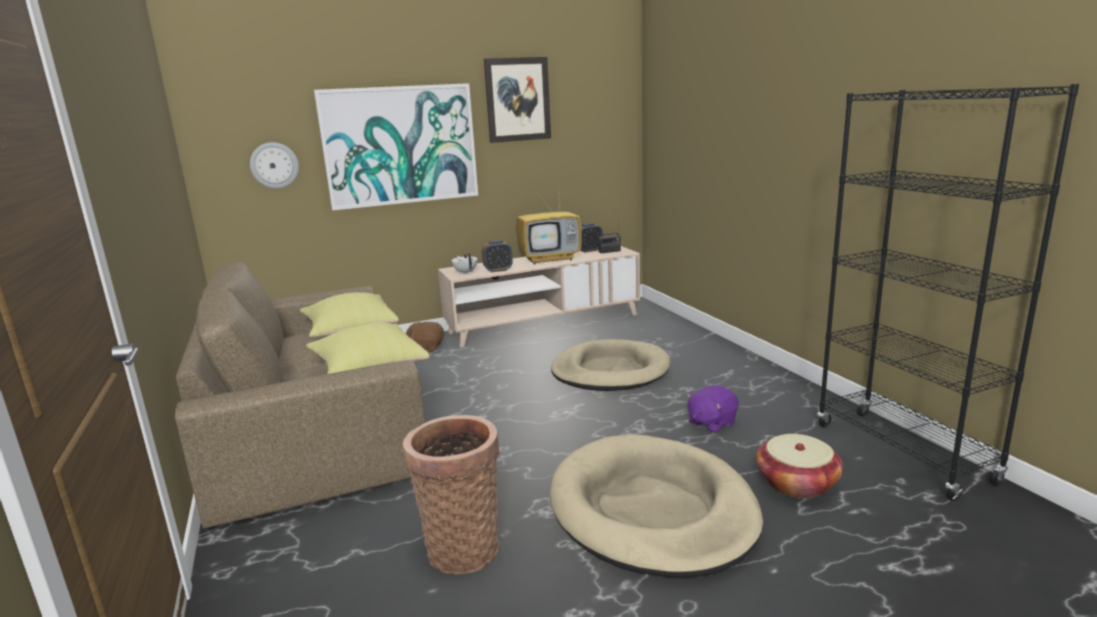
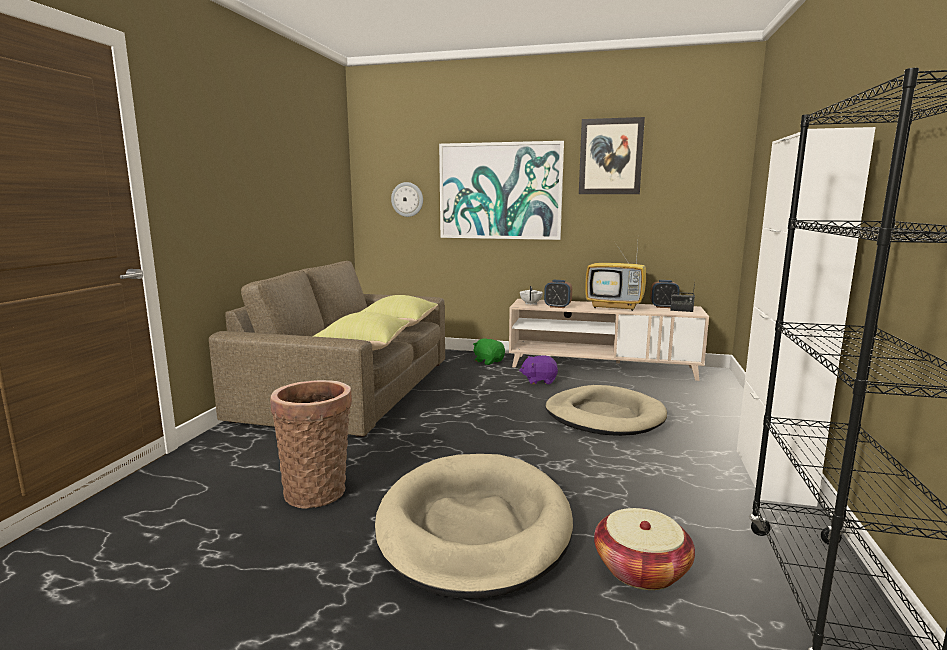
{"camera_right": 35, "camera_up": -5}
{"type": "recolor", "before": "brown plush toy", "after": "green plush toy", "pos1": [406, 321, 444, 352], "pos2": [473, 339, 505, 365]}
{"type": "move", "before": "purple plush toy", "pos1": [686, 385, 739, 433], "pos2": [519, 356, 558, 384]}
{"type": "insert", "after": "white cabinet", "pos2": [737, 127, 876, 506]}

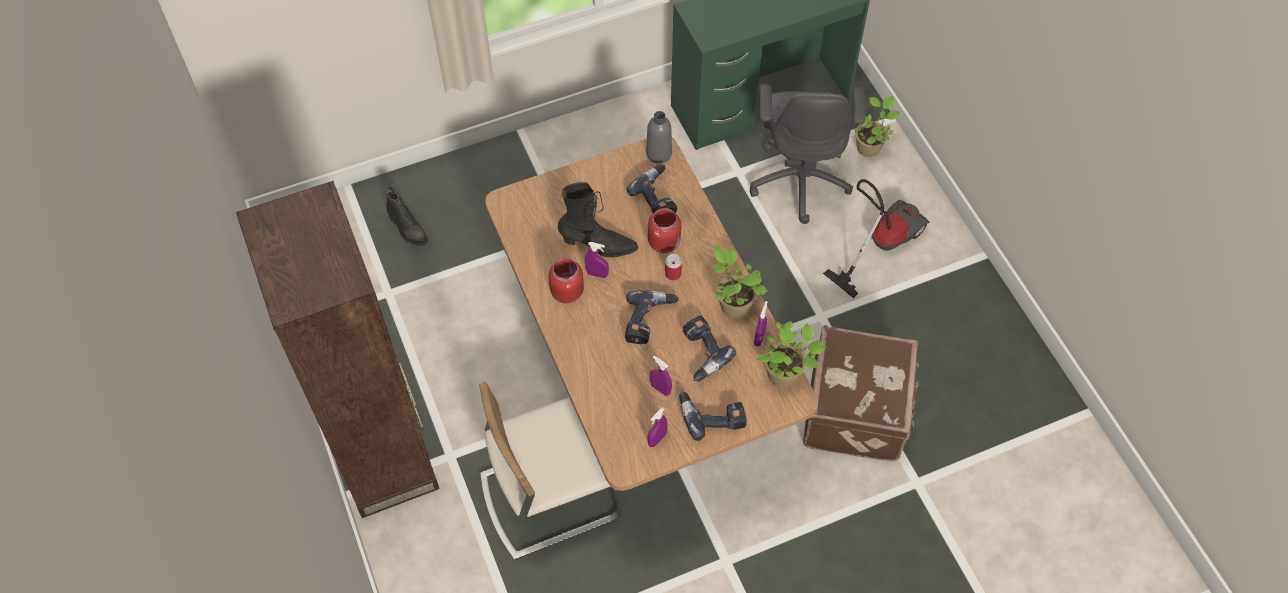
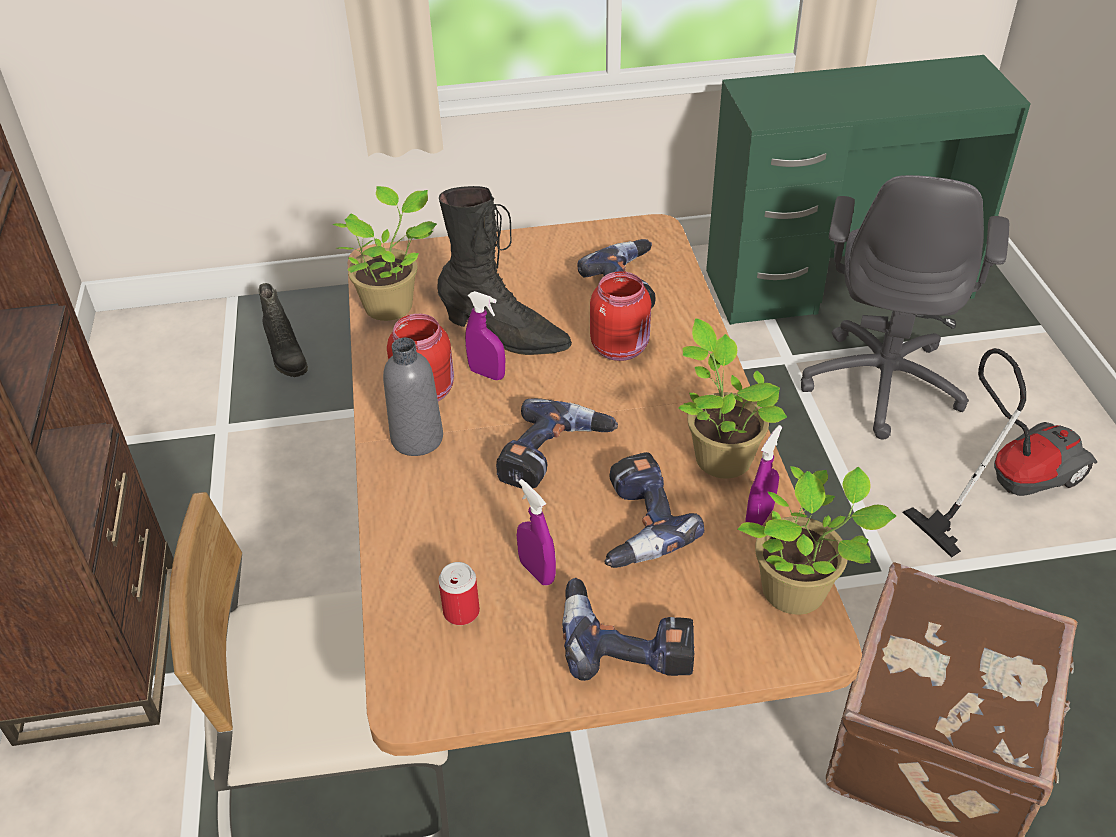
{"camera_right": 15, "camera_up": -15}
{"type": "move", "before": "potted plant", "pos1": [851, 96, 900, 157], "pos2": [333, 186, 437, 321]}
{"type": "move", "before": "grey bottle", "pos1": [646, 111, 672, 164], "pos2": [383, 338, 443, 456]}
{"type": "move", "before": "can", "pos1": [665, 254, 682, 281], "pos2": [438, 562, 480, 625]}
{"type": "delete", "before": "purple spray bottle", "pos1": [647, 408, 668, 447]}

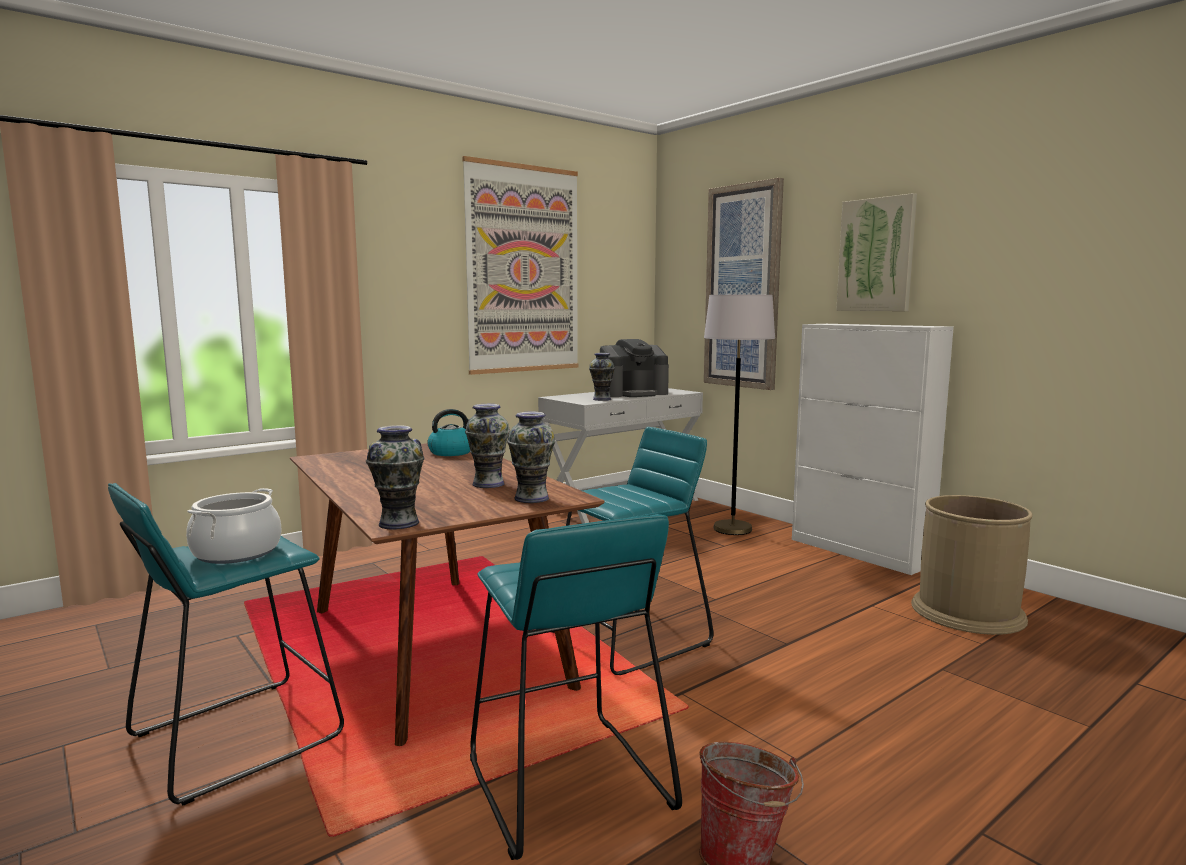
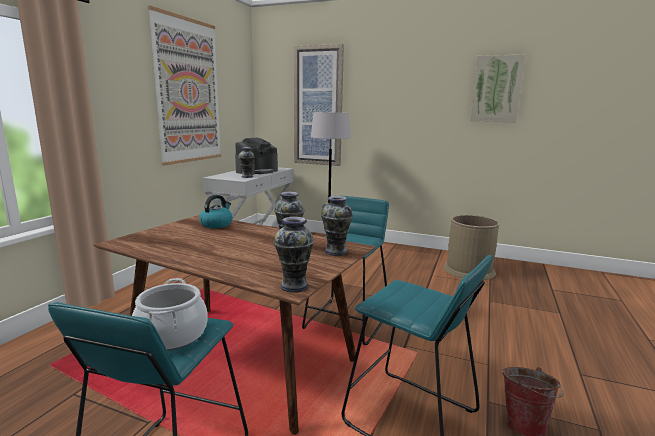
{"camera_right": -30, "camera_up": 5}
{"type": "move", "before": "picture", "pos1": [836, 193, 917, 311], "pos2": [470, 55, 525, 122]}
{"type": "delete", "before": "white cabinet", "pos1": [792, 324, 954, 575]}

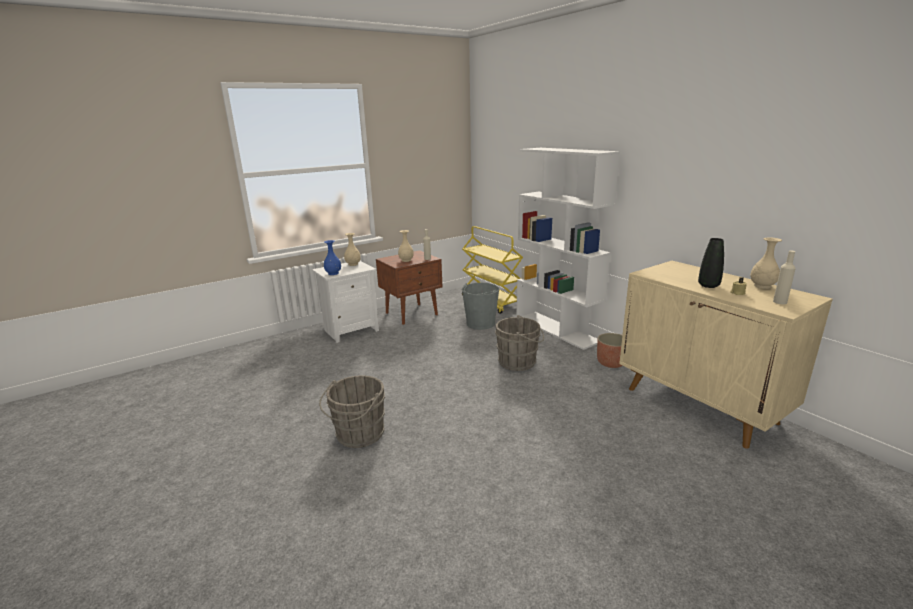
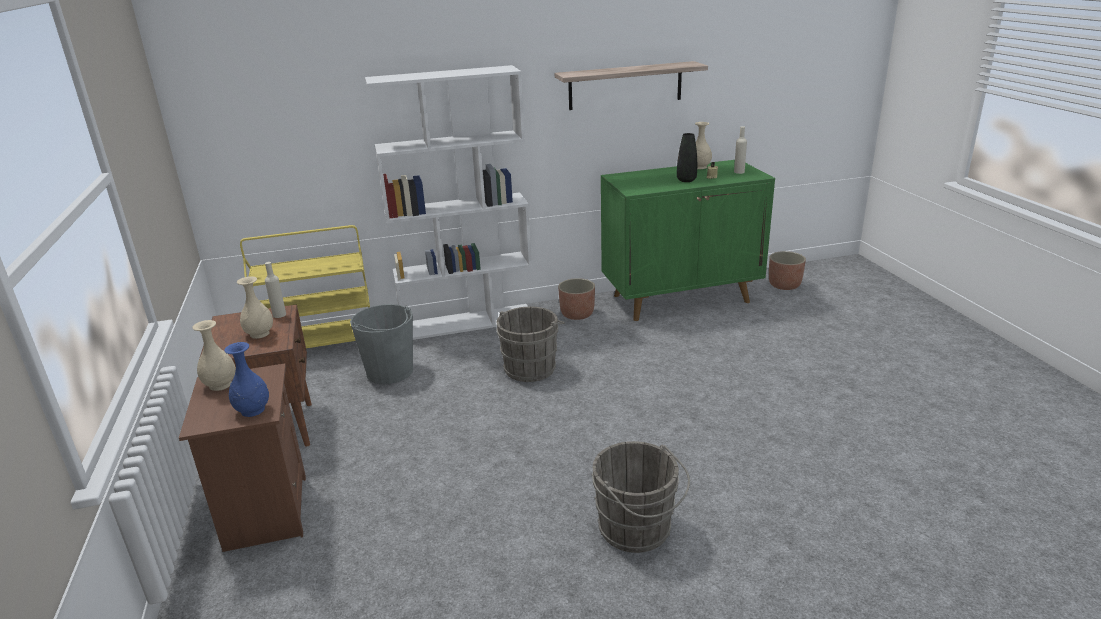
{"camera_right": -70, "camera_up": 5}
{"type": "recolor", "before": "white nightstand", "after": "brown nightstand", "pos1": [312, 261, 379, 343], "pos2": [179, 363, 306, 552]}
{"type": "insert", "after": "shelf", "pos2": [555, 61, 708, 110]}
{"type": "recolor", "before": "beige cabinet", "after": "green cabinet", "pos1": [619, 261, 833, 449], "pos2": [601, 160, 775, 321]}
{"type": "insert", "after": "planter", "pos2": [769, 251, 806, 290]}

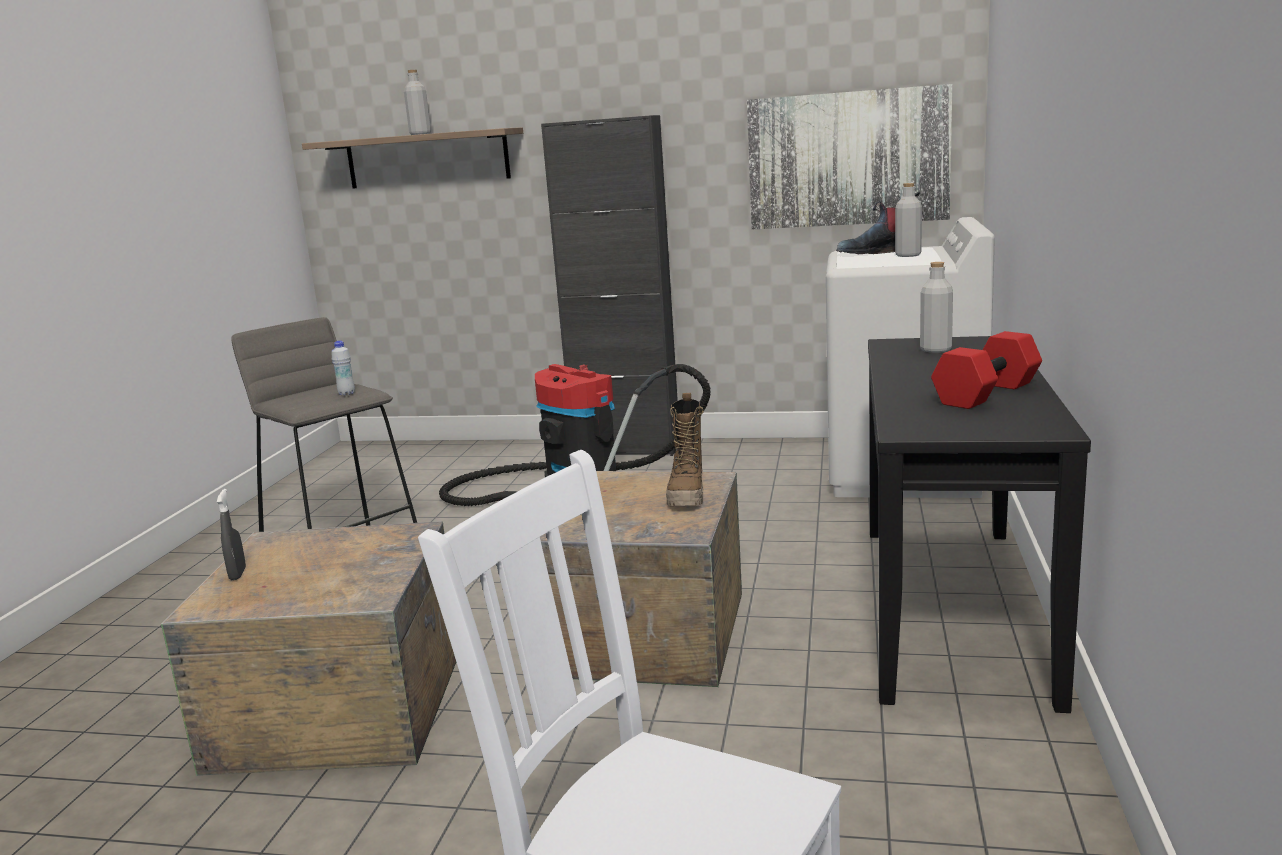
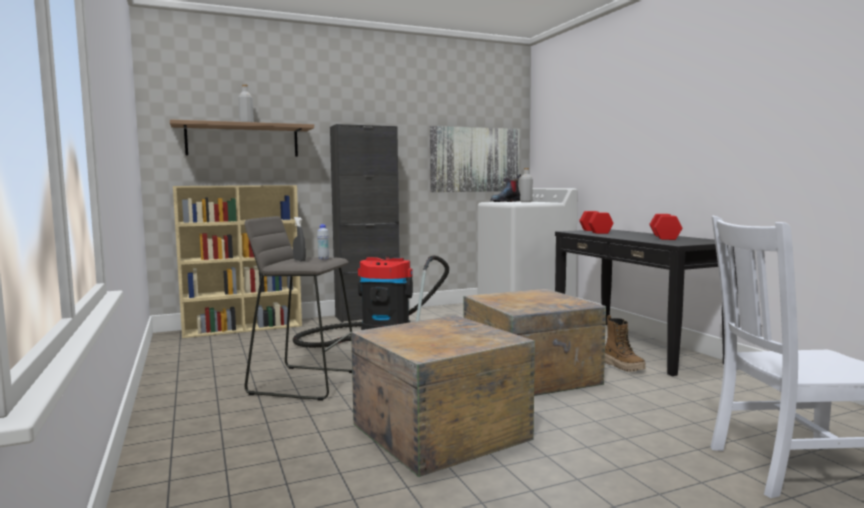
{"camera_right": -35, "camera_up": -10}
{"type": "insert", "after": "beige bookcase", "pos2": [173, 185, 302, 338]}
{"type": "move", "before": "grey spray bottle", "pos1": [217, 489, 246, 580], "pos2": [293, 217, 306, 261]}
{"type": "replace", "before": "grey bottle", "after": "red dumbbell", "pos1": [920, 262, 953, 353], "pos2": [579, 211, 614, 234]}
{"type": "move", "before": "boot", "pos1": [666, 393, 704, 506], "pos2": [605, 315, 646, 372]}

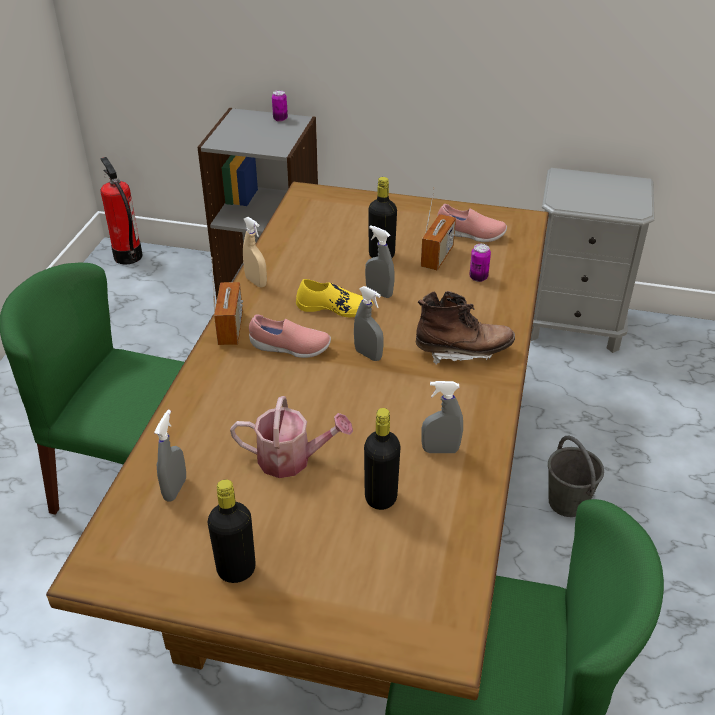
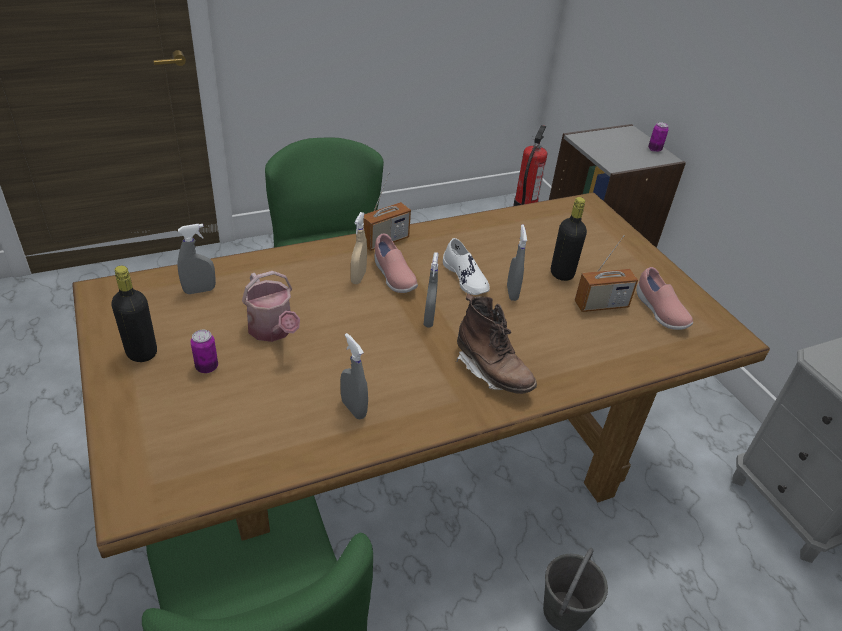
{"camera_right": 50, "camera_up": 0}
{"type": "move", "before": "can", "pos1": [469, 244, 491, 282], "pos2": [190, 330, 218, 373]}
{"type": "move", "before": "beige spray bottle", "pos1": [243, 217, 267, 288], "pos2": [351, 212, 367, 284]}
{"type": "recolor", "before": "yellow shoe", "after": "white shoe", "pos1": [296, 279, 373, 317], "pos2": [443, 238, 490, 295]}
{"type": "delete", "before": "black bottle", "pos1": [364, 408, 400, 510]}

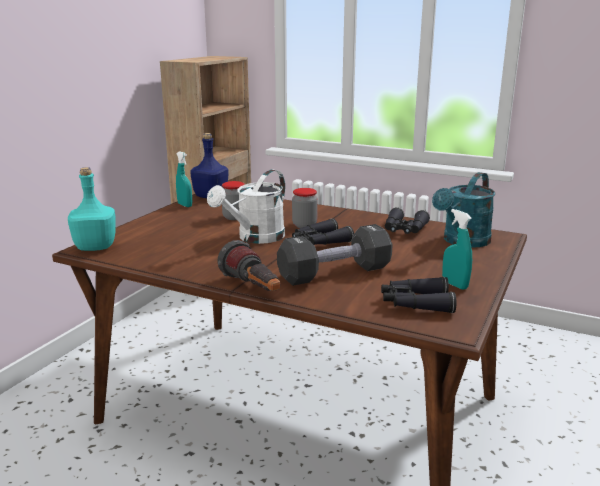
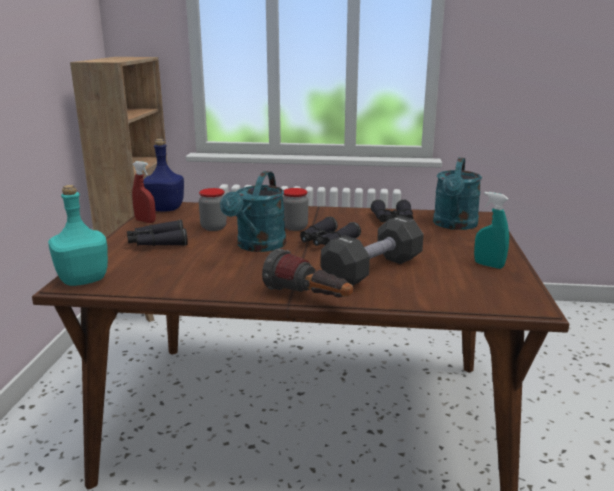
{"camera_right": -20, "camera_up": 0}
{"type": "move", "before": "black binoculars", "pos1": [381, 277, 456, 313], "pos2": [127, 220, 188, 246]}
{"type": "recolor", "before": "turquoise spray bottle", "after": "red spray bottle", "pos1": [176, 151, 192, 207], "pos2": [132, 161, 156, 223]}
{"type": "recolor", "before": "white watering can", "after": "turquoise watering can", "pos1": [207, 170, 285, 244], "pos2": [220, 171, 286, 252]}

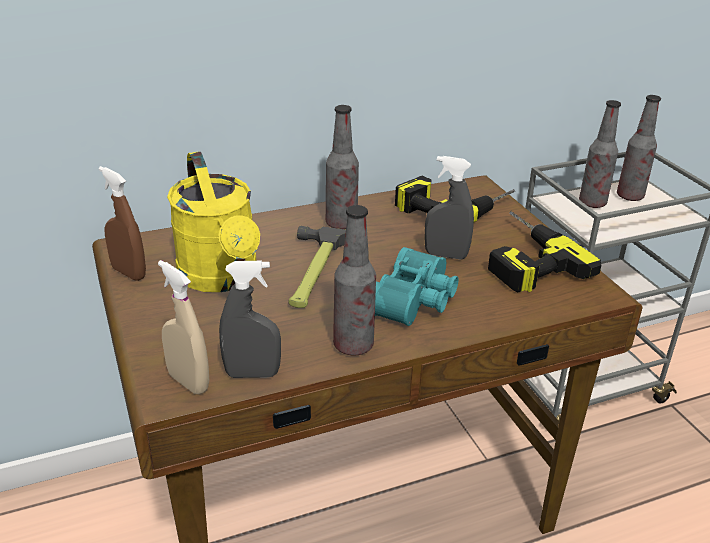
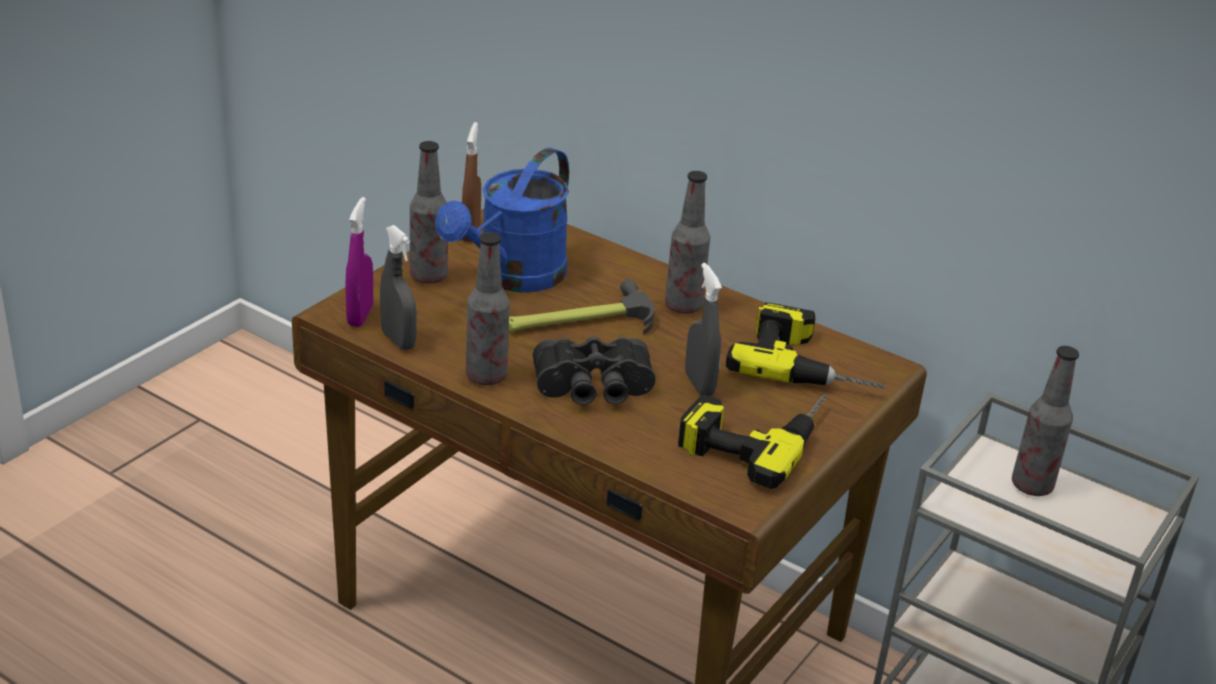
{"camera_right": 55, "camera_up": 0}
{"type": "recolor", "before": "beige spray bottle", "after": "purple spray bottle", "pos1": [158, 260, 209, 395], "pos2": [345, 197, 373, 327]}
{"type": "move", "before": "bottle", "pos1": [617, 95, 661, 201], "pos2": [410, 141, 448, 284]}
{"type": "recolor", "before": "yellow watering can", "after": "blue watering can", "pos1": [167, 151, 260, 292], "pos2": [435, 147, 569, 293]}
{"type": "recolor", "before": "turquoise binoculars", "after": "black binoculars", "pos1": [375, 247, 459, 326], "pos2": [533, 336, 656, 405]}

